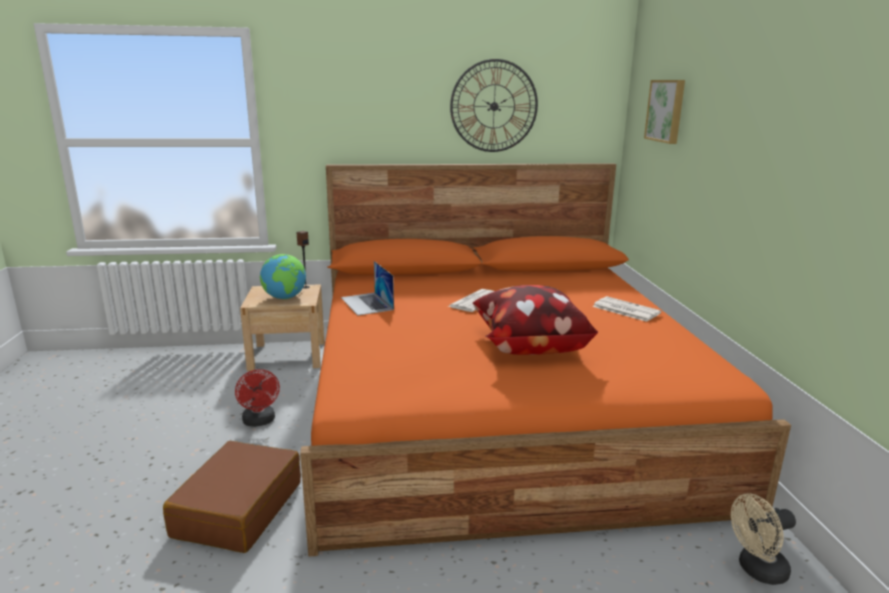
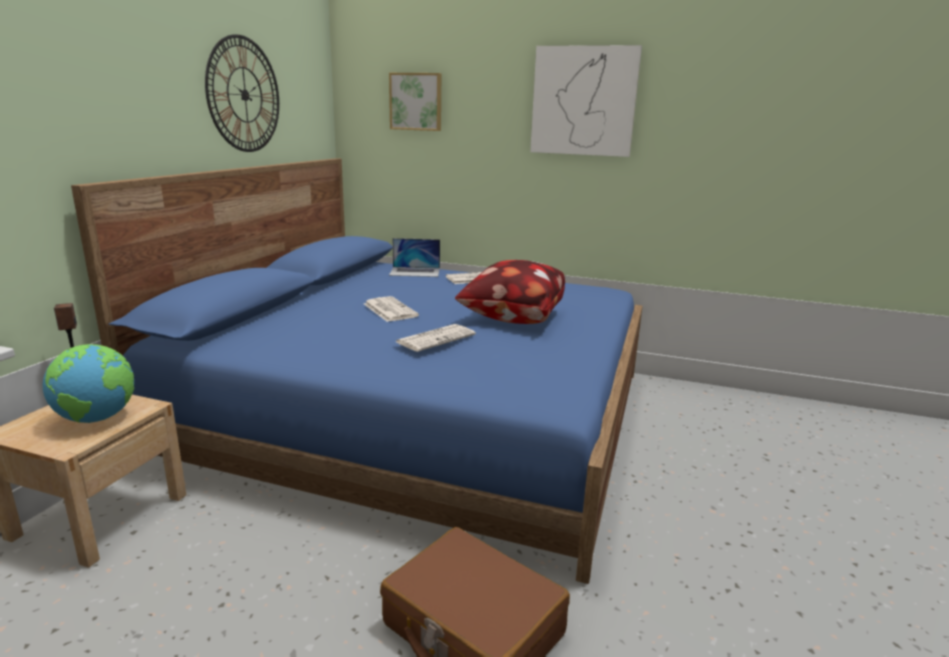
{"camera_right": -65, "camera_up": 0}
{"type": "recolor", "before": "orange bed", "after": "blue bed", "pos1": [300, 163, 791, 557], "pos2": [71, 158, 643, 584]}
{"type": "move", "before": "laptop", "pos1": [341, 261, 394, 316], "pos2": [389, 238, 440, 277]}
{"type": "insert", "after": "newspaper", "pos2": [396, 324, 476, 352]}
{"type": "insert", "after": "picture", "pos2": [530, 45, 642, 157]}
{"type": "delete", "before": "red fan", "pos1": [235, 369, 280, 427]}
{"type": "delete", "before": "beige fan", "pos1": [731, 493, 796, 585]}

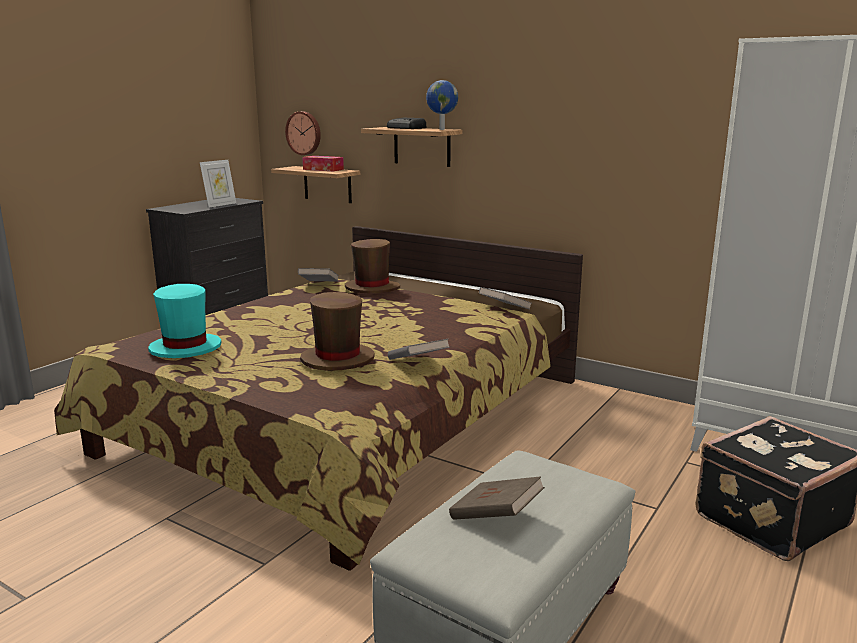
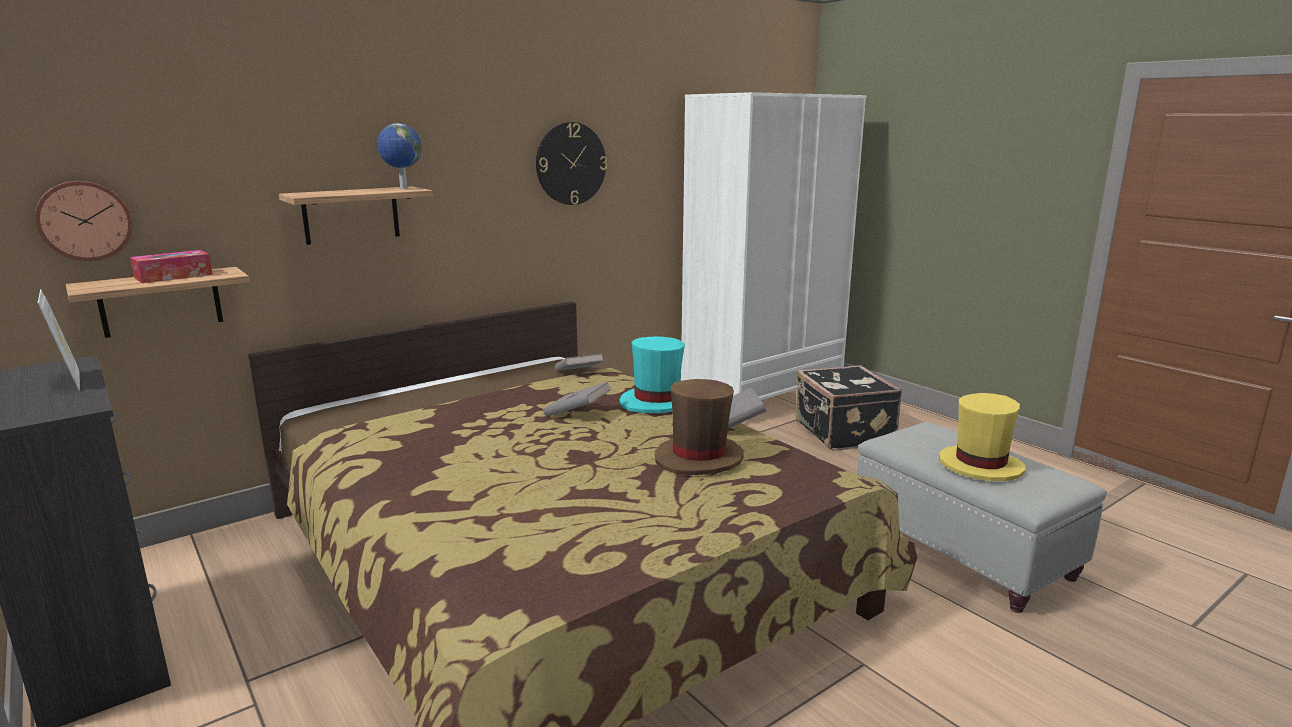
{"camera_right": -70, "camera_up": 0}
{"type": "insert", "after": "wall clock", "pos2": [536, 122, 607, 205]}
{"type": "move", "before": "grey book", "pos1": [298, 268, 339, 282], "pos2": [543, 382, 612, 417]}
{"type": "move", "before": "turquoise hat", "pos1": [148, 284, 222, 358], "pos2": [619, 336, 685, 413]}
{"type": "replace", "before": "brown book", "after": "yellow hat", "pos1": [449, 476, 545, 520], "pos2": [939, 393, 1025, 481]}
{"type": "delete", "before": "brown hat", "pos1": [345, 239, 400, 293]}
{"type": "delete", "before": "radio", "pos1": [387, 118, 426, 129]}

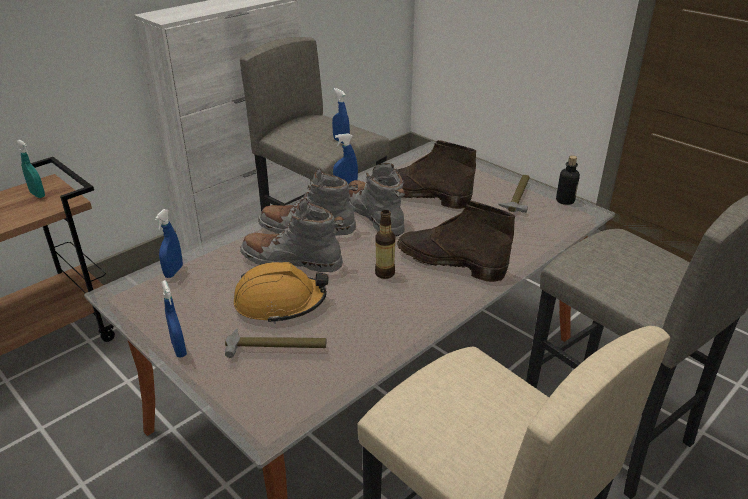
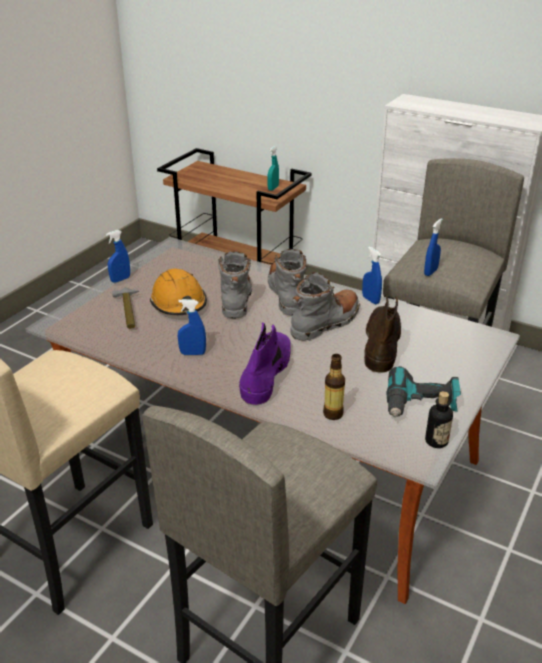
{"camera_right": 75, "camera_up": 0}
{"type": "move", "before": "blue spray bottle", "pos1": [154, 209, 183, 278], "pos2": [178, 299, 206, 355]}
{"type": "recolor", "before": "brown boot", "after": "purple boot", "pos1": [397, 201, 515, 282], "pos2": [239, 322, 291, 405]}
{"type": "move", "before": "bottle", "pos1": [375, 210, 396, 279], "pos2": [323, 354, 345, 420]}
{"type": "replace", "before": "hammer", "after": "power drill", "pos1": [499, 175, 530, 213], "pos2": [386, 366, 461, 418]}

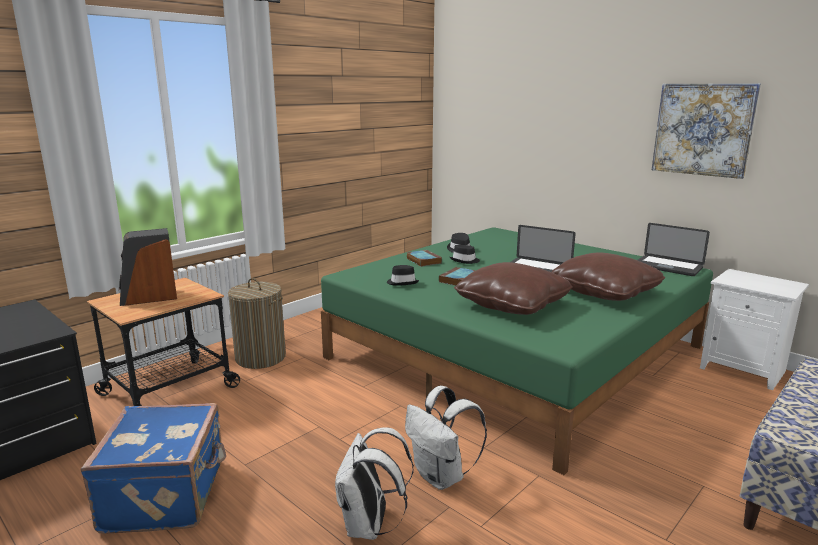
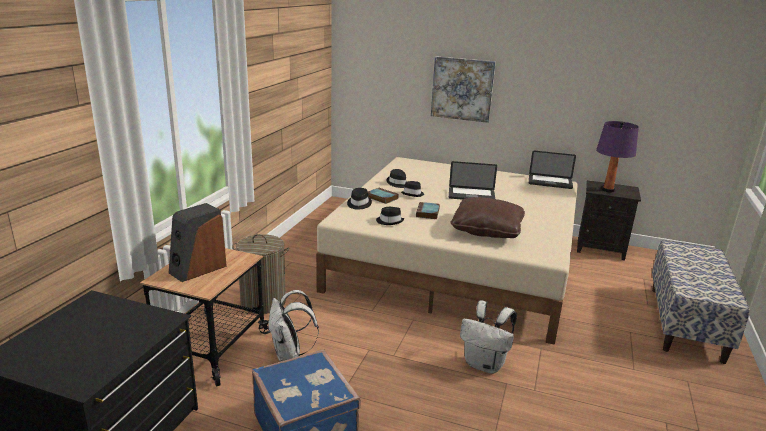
{"camera_right": -25, "camera_up": 5}
{"type": "move", "before": "white backpack", "pos1": [335, 427, 414, 540], "pos2": [268, 290, 319, 361]}
{"type": "recolor", "before": "green bed", "after": "beige bed", "pos1": [321, 227, 713, 475], "pos2": [316, 157, 578, 345]}
{"type": "insert", "after": "black hat", "pos2": [347, 188, 372, 210]}
{"type": "move", "before": "picture", "pos1": [652, 84, 761, 179], "pos2": [431, 56, 496, 123]}
{"type": "recolor", "before": "white nightstand", "after": "black nightstand", "pos1": [700, 269, 809, 390], "pos2": [577, 180, 641, 261]}
{"type": "insert", "after": "purple table lamp", "pos2": [596, 121, 639, 192]}
{"type": "delete", "before": "brown pillow", "pos1": [552, 252, 665, 301]}

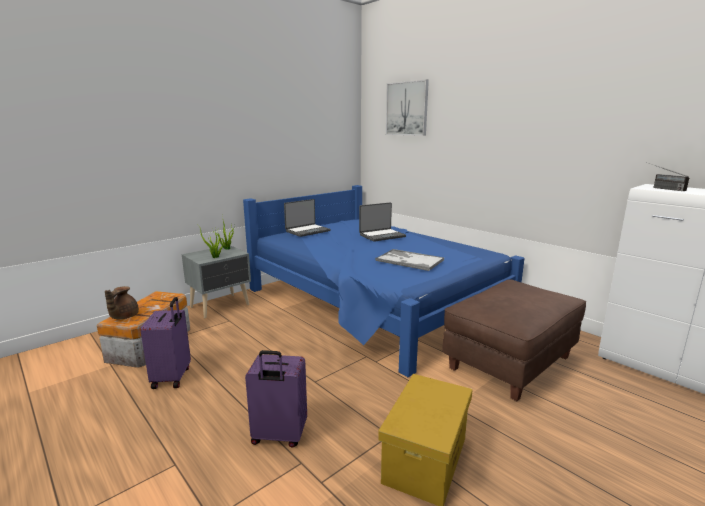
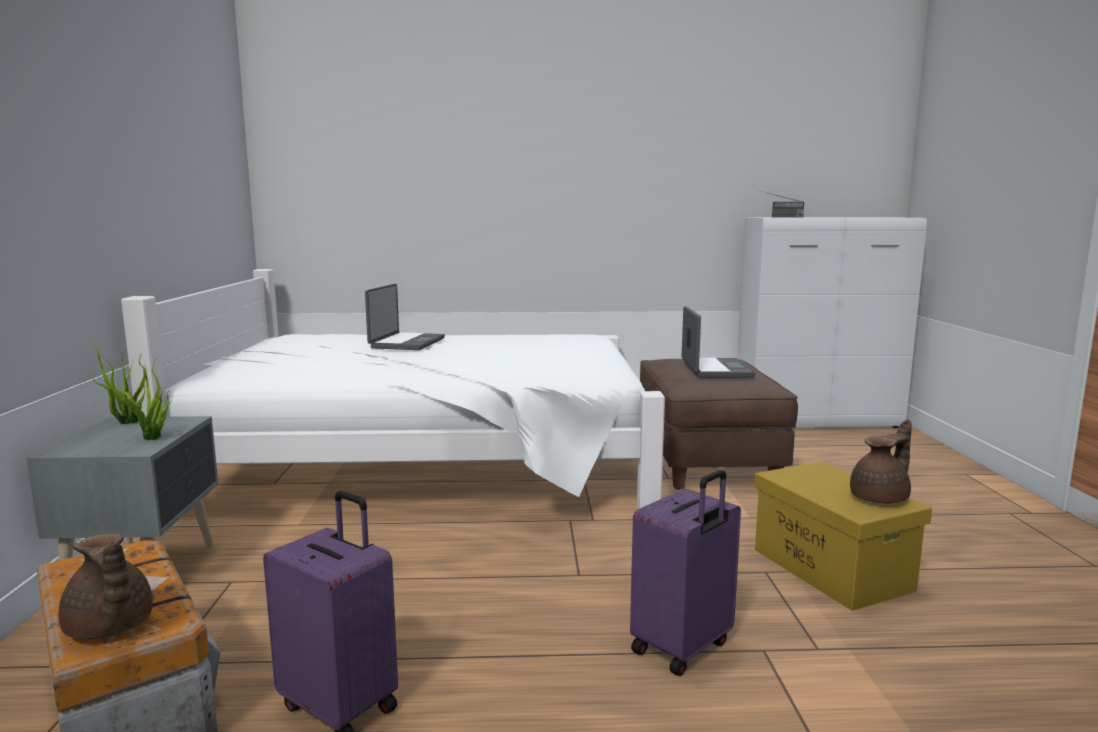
{"camera_right": -50, "camera_up": -5}
{"type": "recolor", "before": "blue bed", "after": "white bed", "pos1": [243, 185, 525, 377], "pos2": [121, 269, 665, 509]}
{"type": "move", "before": "laptop", "pos1": [284, 199, 330, 237], "pos2": [682, 306, 756, 378]}
{"type": "insert", "after": "brown teapot", "pos2": [850, 419, 912, 504]}
{"type": "delete", "before": "tray", "pos1": [375, 249, 444, 271]}
{"type": "delete", "before": "picture", "pos1": [386, 80, 429, 136]}

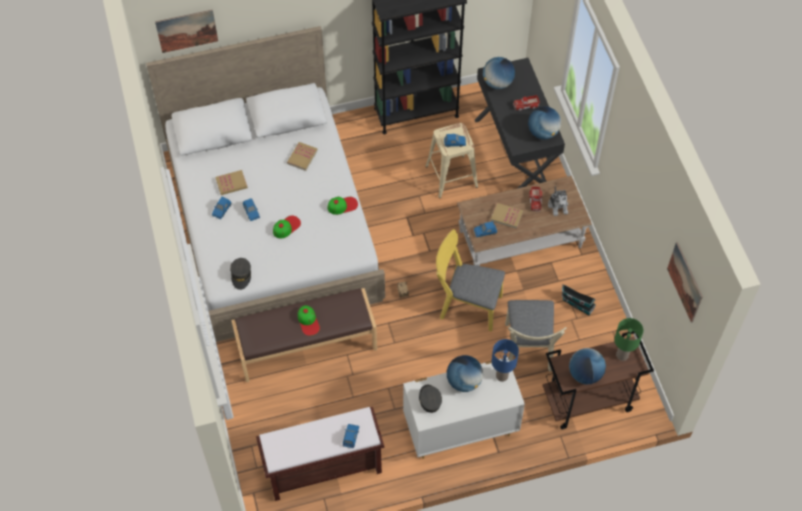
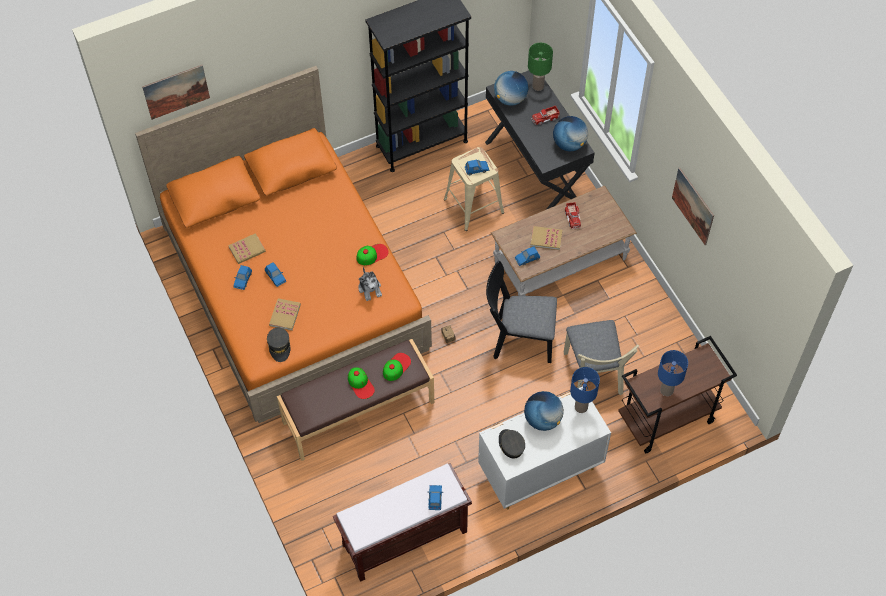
{"camera_right": -10, "camera_up": 0}
{"type": "recolor", "before": "white bed", "after": "orange bed", "pos1": [146, 26, 385, 342], "pos2": [135, 66, 432, 423]}
{"type": "move", "before": "book", "pos1": [287, 142, 318, 171], "pos2": [269, 298, 301, 331]}
{"type": "move", "before": "plush toy", "pos1": [548, 185, 568, 216], "pos2": [358, 267, 382, 301]}
{"type": "move", "before": "cap", "pos1": [273, 216, 301, 238], "pos2": [383, 353, 411, 381]}
{"type": "recolor", "before": "yellow chair", "after": "black chair", "pos1": [436, 229, 505, 331], "pos2": [486, 261, 557, 363]}
{"type": "move", "before": "green table lamp", "pos1": [614, 318, 643, 361], "pos2": [528, 43, 553, 91]}
{"type": "replace", "before": "globe", "after": "blue table lamp", "pos1": [569, 348, 606, 385], "pos2": [658, 350, 688, 396]}
{"type": "move", "before": "picture", "pos1": [667, 242, 703, 323], "pos2": [672, 168, 714, 245]}
{"type": "delete", "before": "toy house", "pos1": [562, 284, 596, 316]}

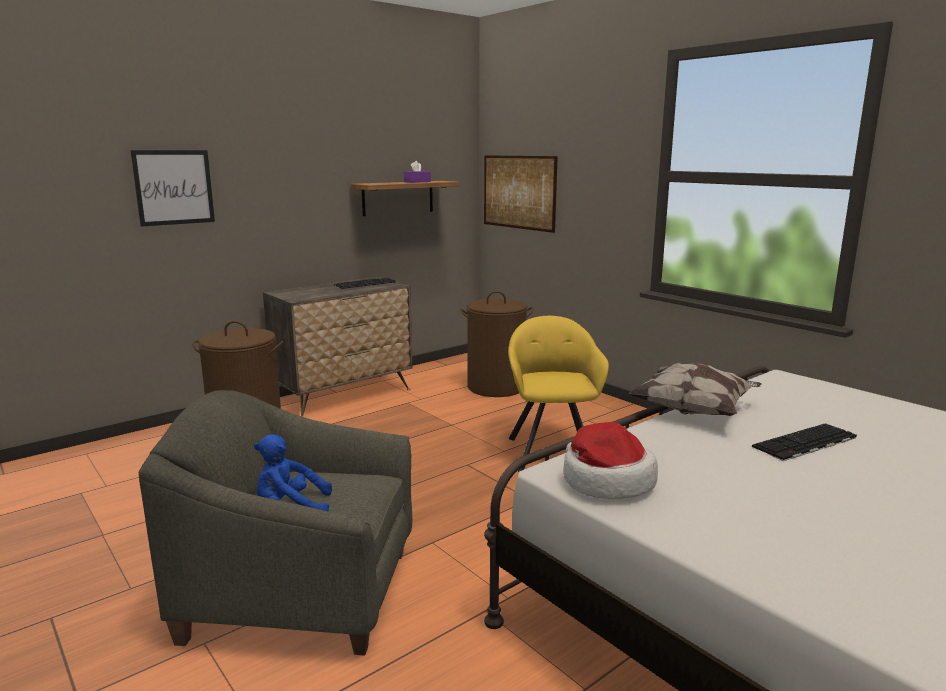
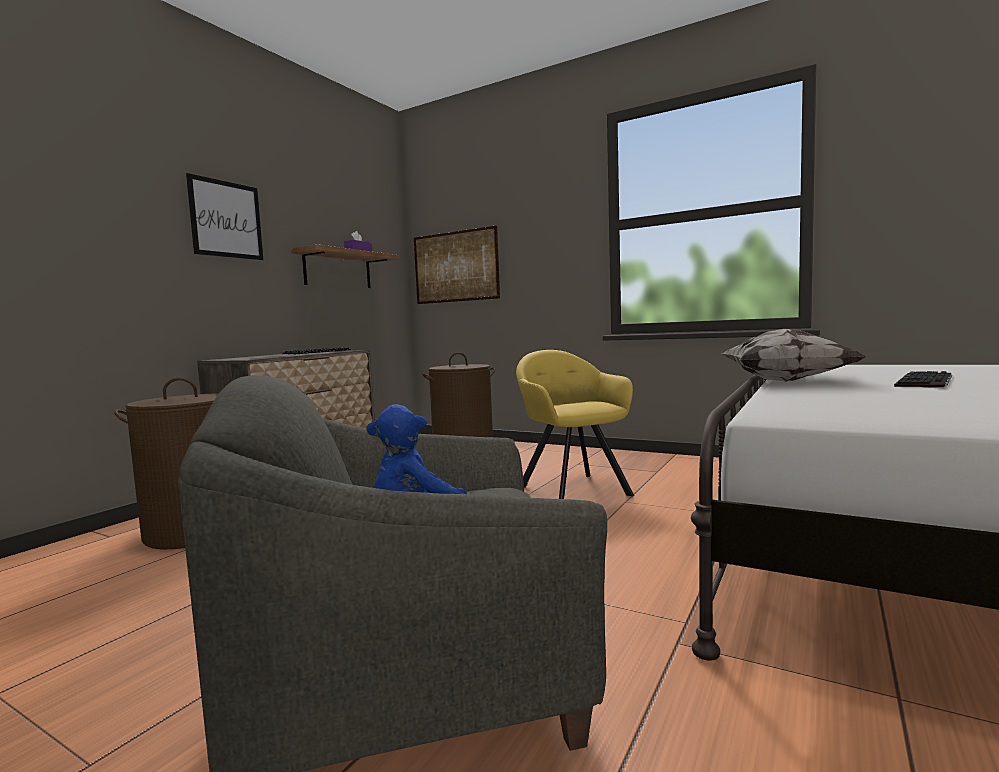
{"camera_right": -20, "camera_up": -10}
{"type": "move", "before": "picture", "pos1": [130, 150, 215, 227], "pos2": [186, 173, 263, 260]}
{"type": "delete", "before": "hat", "pos1": [563, 422, 658, 499]}

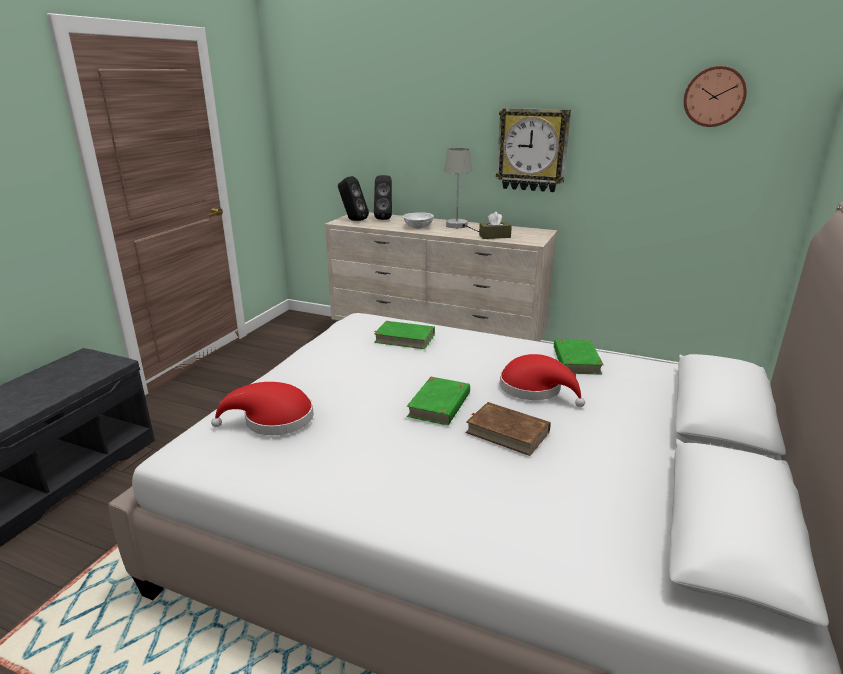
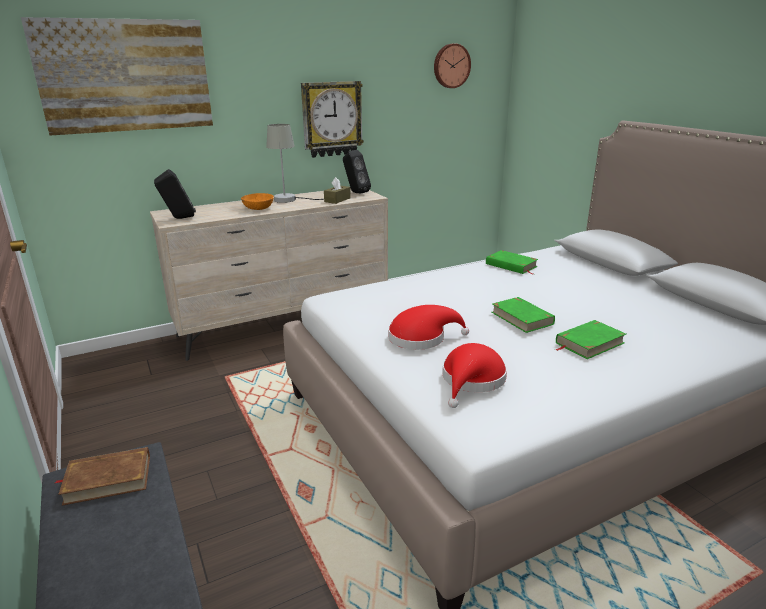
{"camera_right": -50, "camera_up": 0}
{"type": "insert", "after": "picture", "pos2": [21, 17, 213, 135]}
{"type": "move", "before": "brown book", "pos1": [466, 402, 551, 456], "pos2": [55, 447, 150, 506]}
{"type": "recolor", "before": "white bowl", "after": "orange bowl", "pos1": [403, 213, 434, 228], "pos2": [241, 193, 274, 210]}
{"type": "move", "before": "black speaker", "pos1": [374, 175, 392, 220], "pos2": [343, 150, 371, 193]}
{"type": "move", "before": "red hat", "pos1": [500, 354, 585, 407], "pos2": [388, 305, 469, 350]}
{"type": "move", "before": "green book", "pos1": [374, 321, 435, 349], "pos2": [555, 320, 626, 359]}

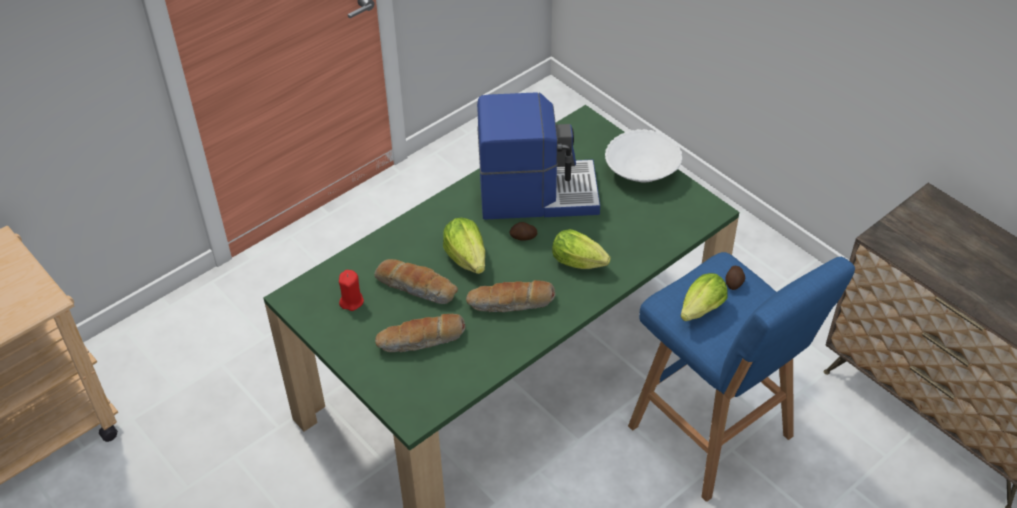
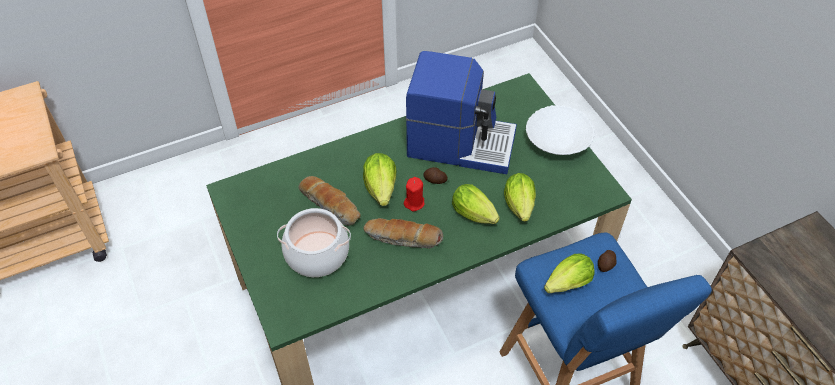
{"camera_right": 15, "camera_up": 5}
{"type": "replace", "before": "bread", "after": "cooking pot", "pos1": [375, 314, 466, 352], "pos2": [277, 208, 351, 277]}
{"type": "move", "before": "red candle", "pos1": [339, 270, 364, 311], "pos2": [404, 177, 425, 211]}
{"type": "insert", "after": "lettuce", "pos2": [504, 173, 536, 222]}

